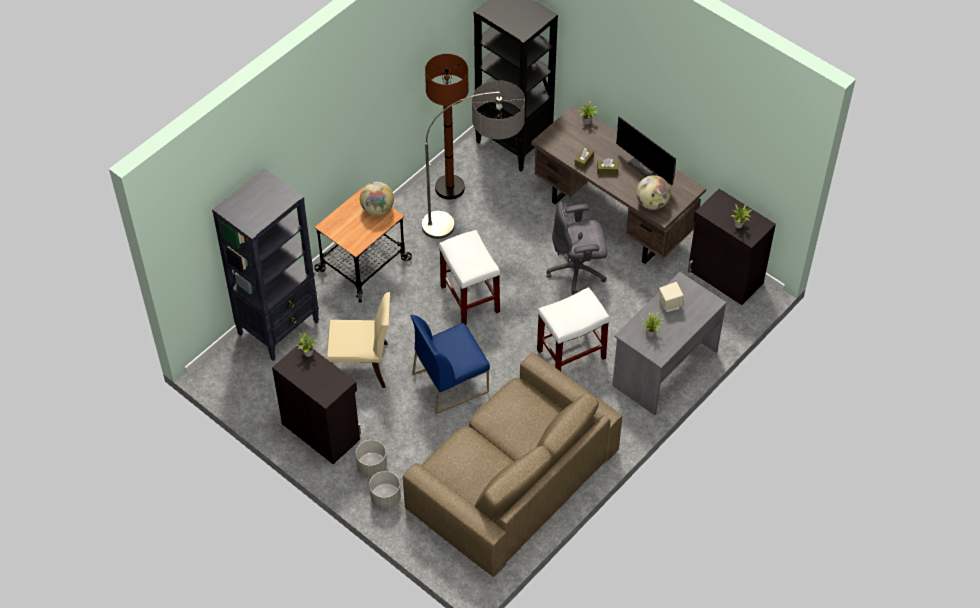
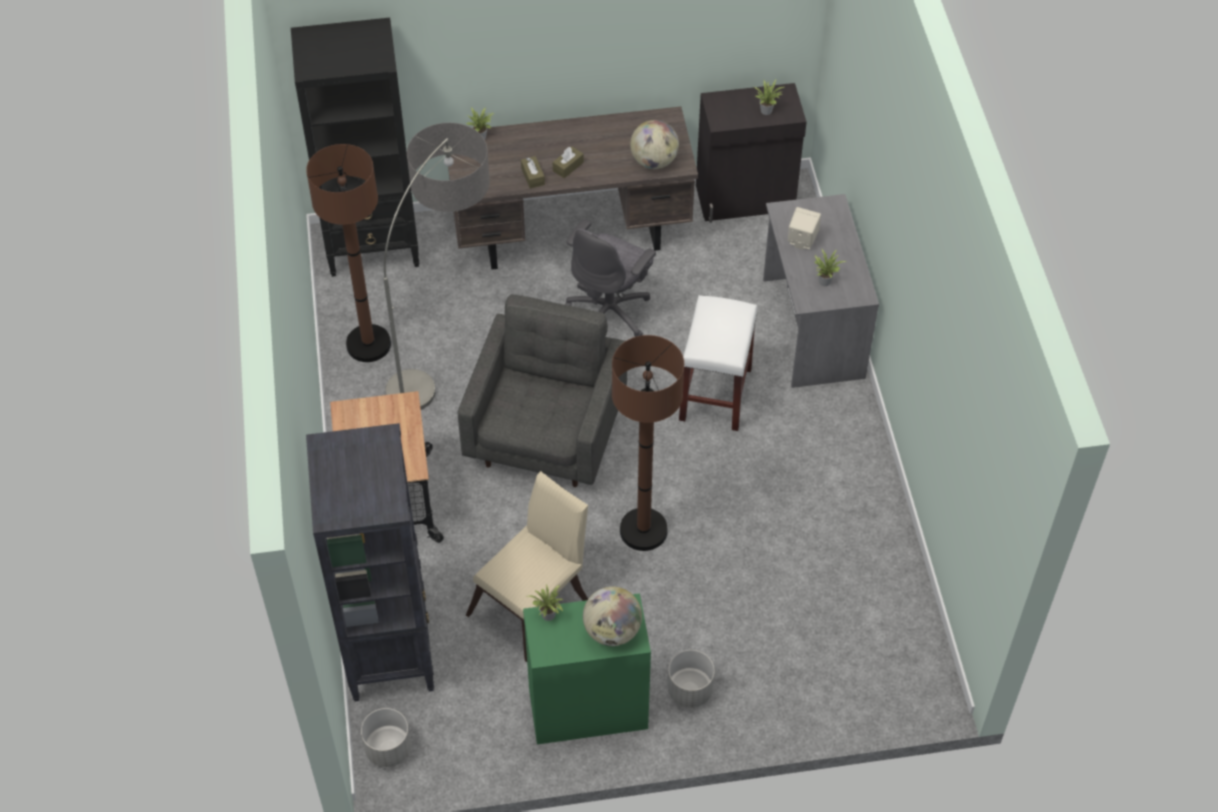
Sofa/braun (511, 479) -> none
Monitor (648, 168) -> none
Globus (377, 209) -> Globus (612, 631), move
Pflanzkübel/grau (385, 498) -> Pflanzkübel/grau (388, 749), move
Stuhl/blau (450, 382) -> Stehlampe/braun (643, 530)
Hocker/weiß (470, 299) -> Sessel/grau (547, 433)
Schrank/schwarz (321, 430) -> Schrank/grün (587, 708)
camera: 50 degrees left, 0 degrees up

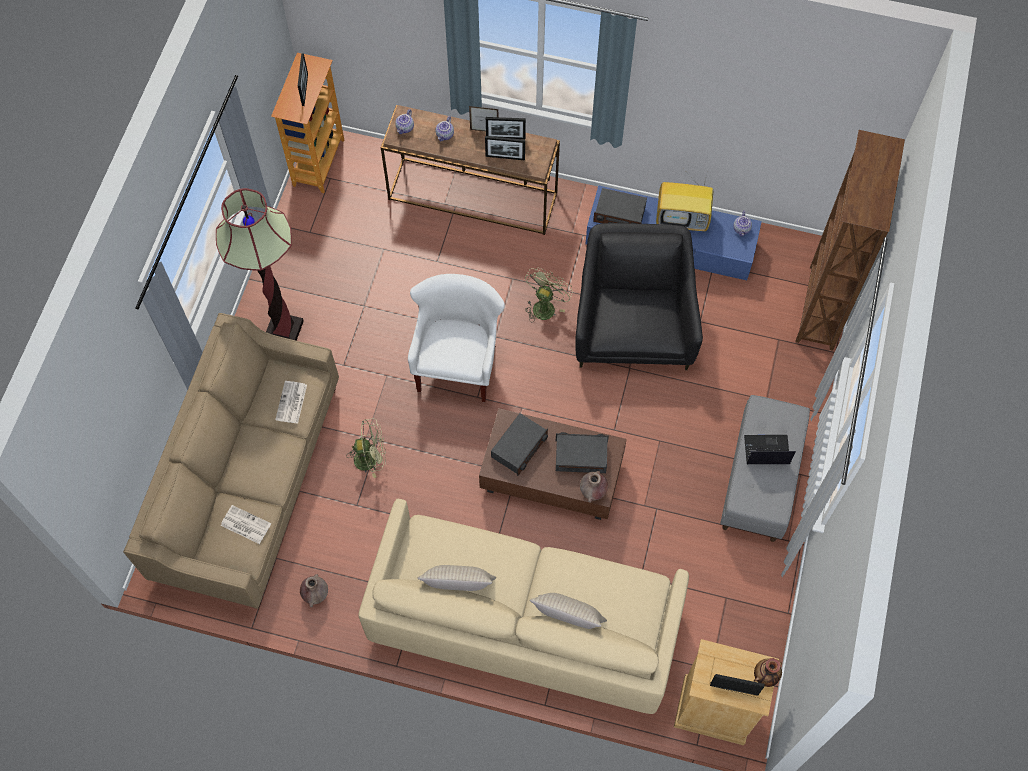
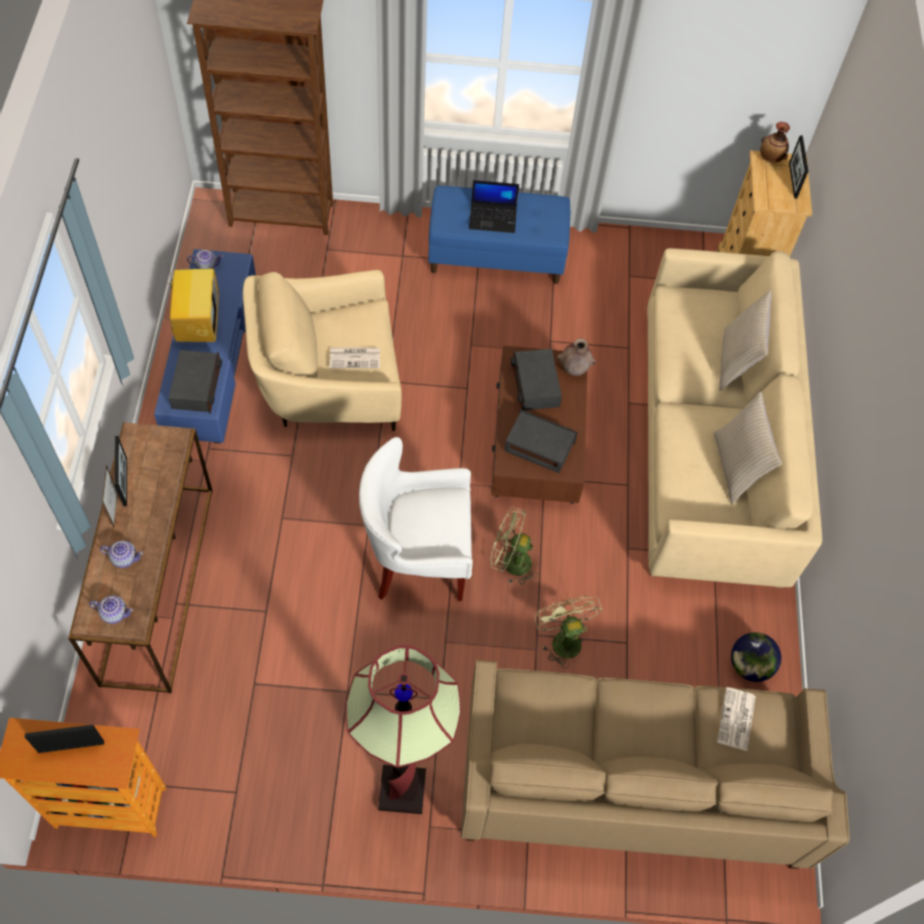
Bilderrahmen (505, 157) -> none
Zeitung (291, 403) -> Zeitung (355, 357), move
Ventilator/grün (545, 305) -> Ventilator/grün (510, 562), move
Vase/braun (316, 594) -> Globus (749, 665)
Sessel/schwarz (633, 324) -> Sessel/beige (328, 383)
Bank/grau (760, 481) -> Bank/blau (496, 256)
Laptop (766, 450) -> Laptop (493, 217), 75 degrees counterclockwise
camera: 105 degrees left, 5 degrees down

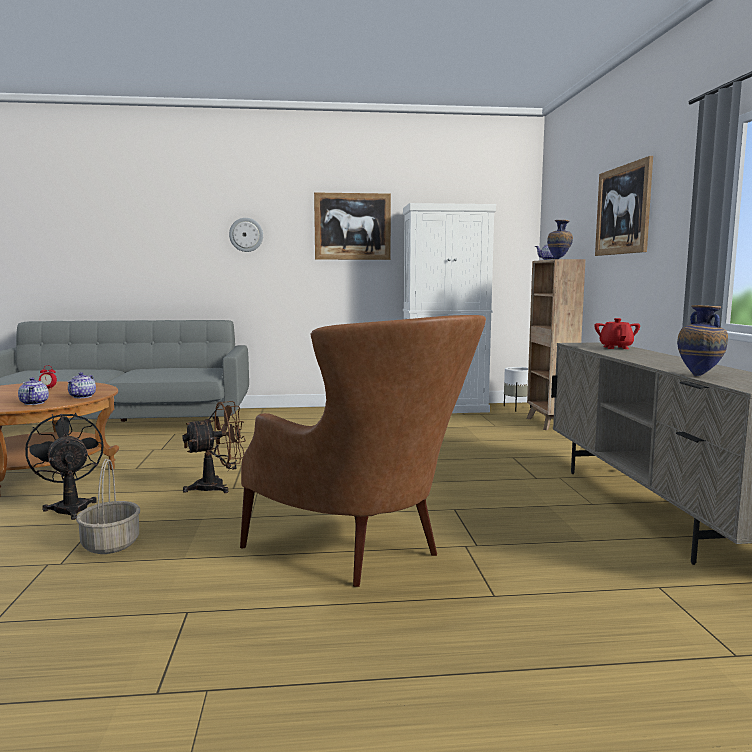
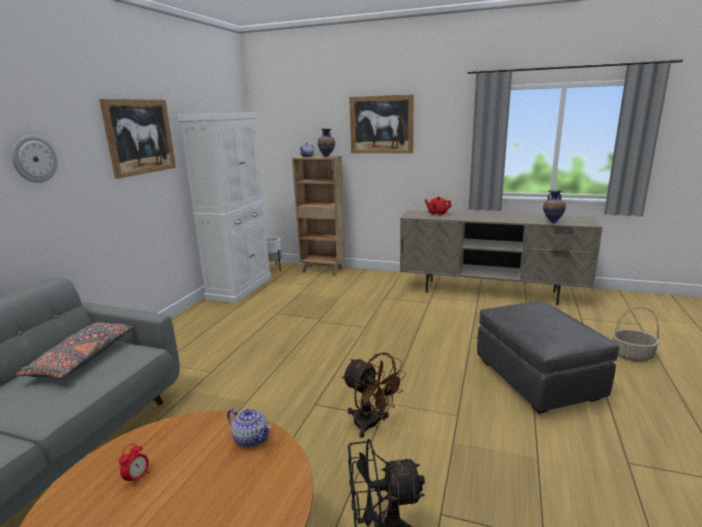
Teekanne (34, 403) -> none
none -> Kissen/grau (82, 359)
Korb (110, 544) -> Korb (631, 355), move
Sessel/braun (367, 553) -> Polsterhocker/grau (537, 379)
Ventilator/braun (218, 487) -> Ventilator/braun (372, 425), 135 degrees clockwise
camera: 65 degrees left, 10 degrees up

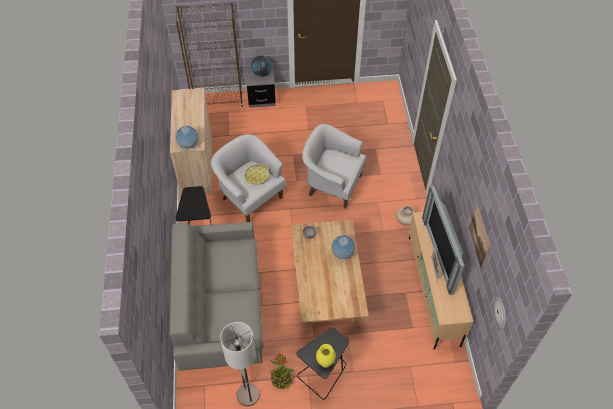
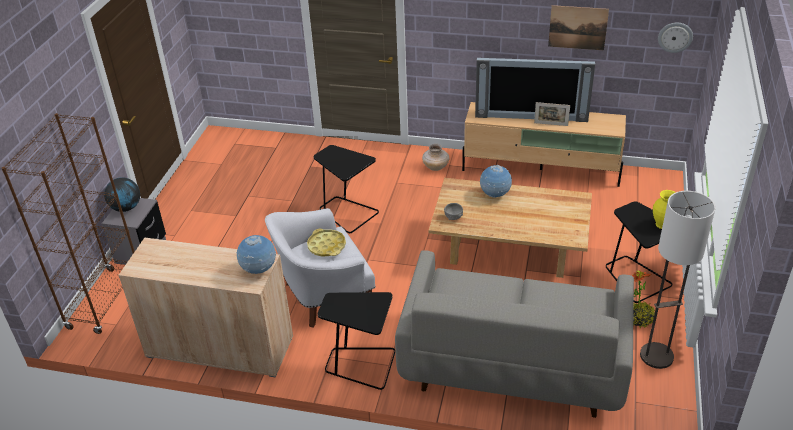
Sessel/weiß (332, 184) -> Beistelltisch/schwarz (347, 213)
camera: 70 degrees left, 15 degrees down

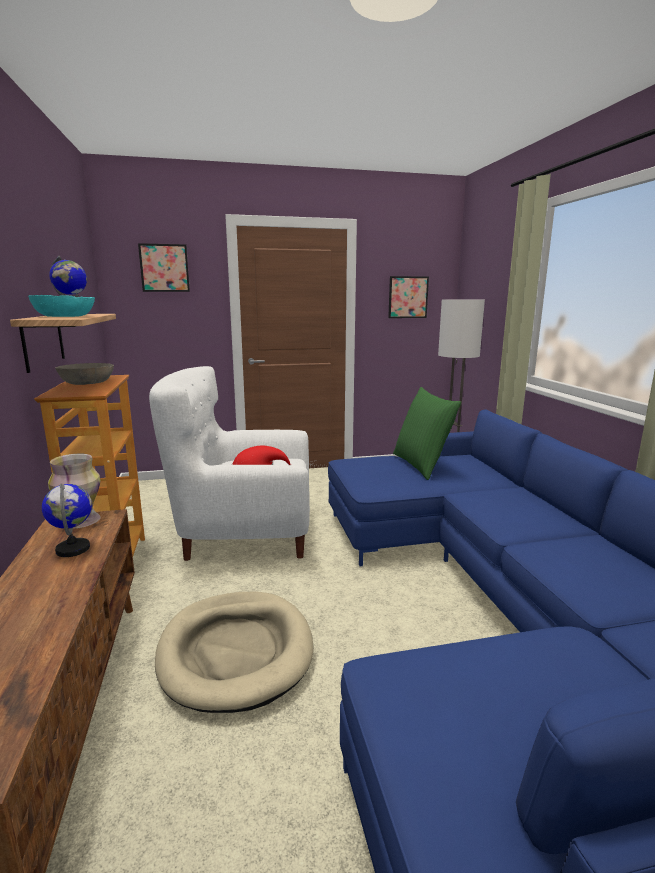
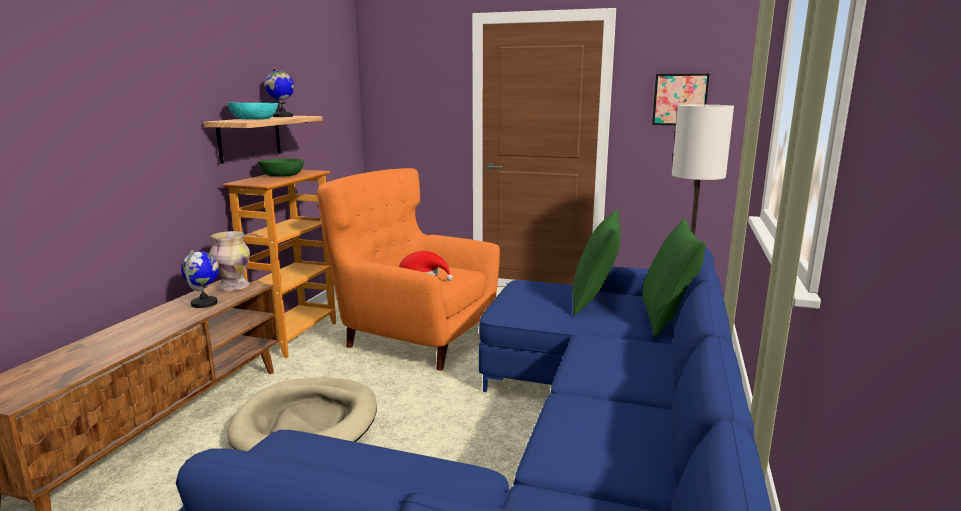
Bild (164, 268) -> none
none -> Kissen/grün (666, 318)
Schüssel/grau (87, 383) -> Schüssel/grün (282, 175)
Sessel/weiß (243, 534) -> Sessel/orange (414, 338)
camera: 30 degrees right, 0 degrees up

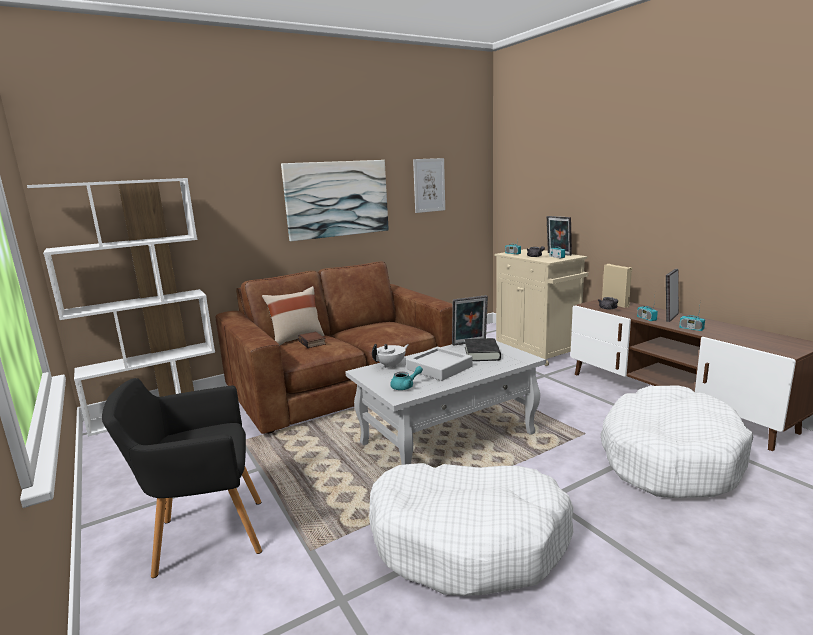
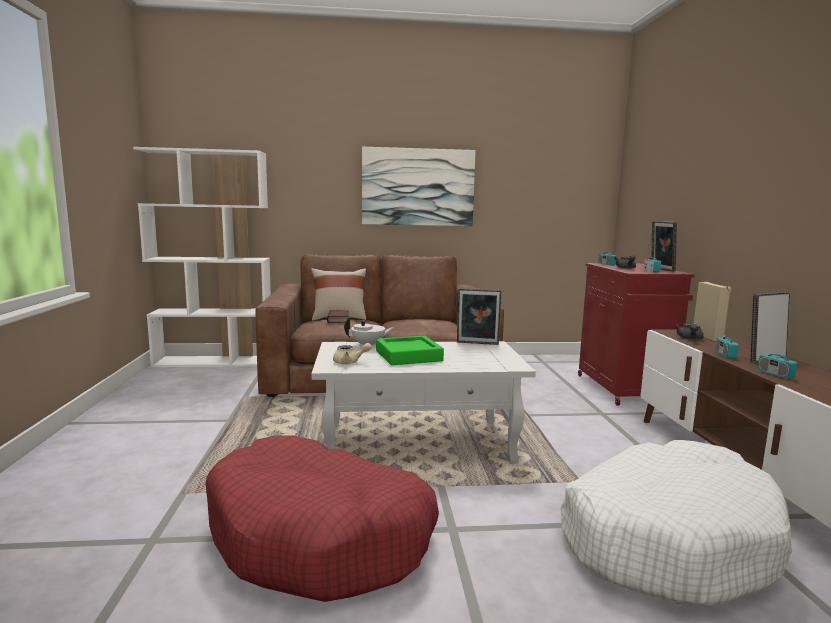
Sessel/schwarz (203, 536) -> none
Bild (429, 185) -> none
Buch/schwarz (482, 354) -> none
Hundebett/weiß (469, 540) -> Hundebett/rot (320, 536)
Teekanne/türkis (406, 386) -> Teekanne/beige (350, 362)
Tablett/grau (439, 368) -> Tablett/grün (408, 356)
Schrank/beige (538, 351) -> Schrank/rot (624, 390)
camera: 25 degrees right, 5 degrees down

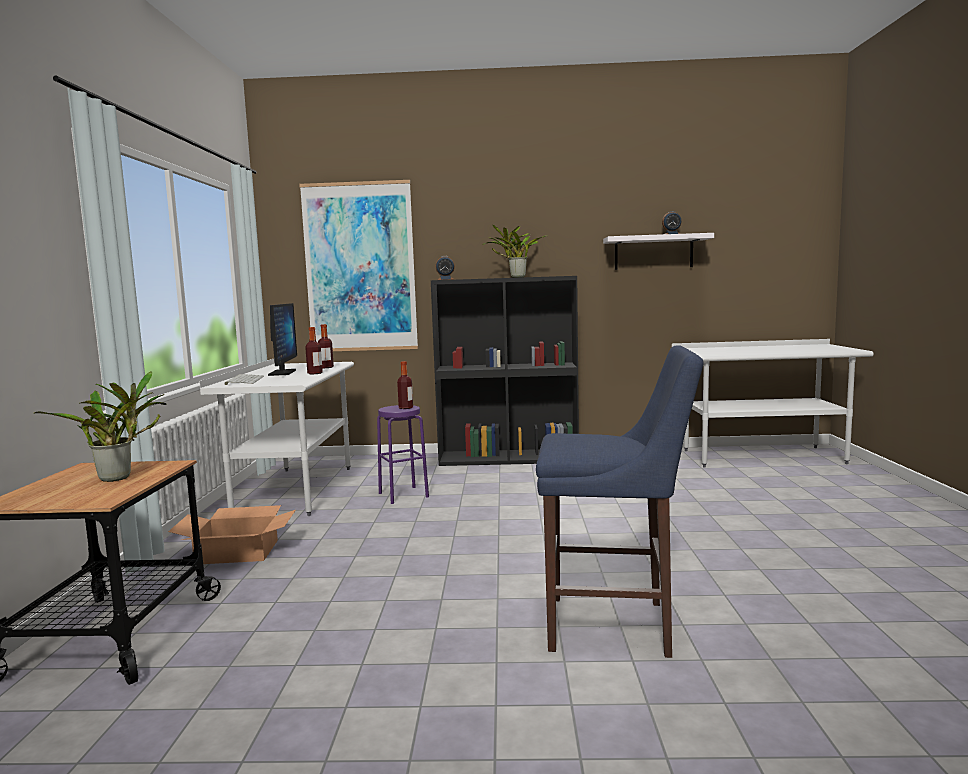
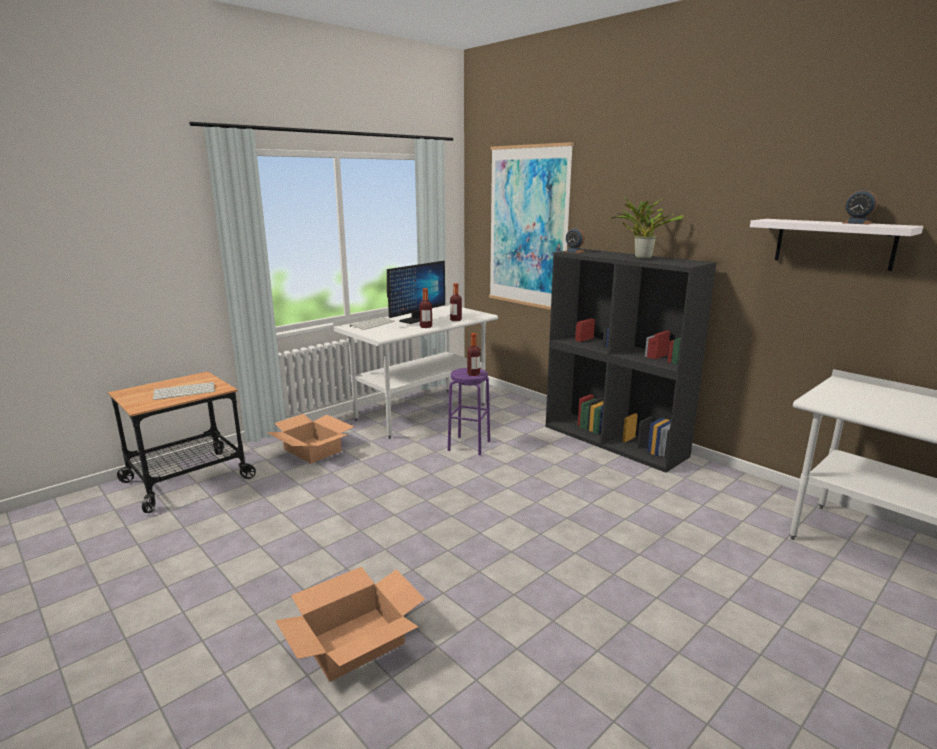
Topfpflanze (120, 477) -> Tastatur (185, 391)
Hocker/blau (615, 626) -> Karton (354, 642)
camera: 45 degrees right, 10 degrees up

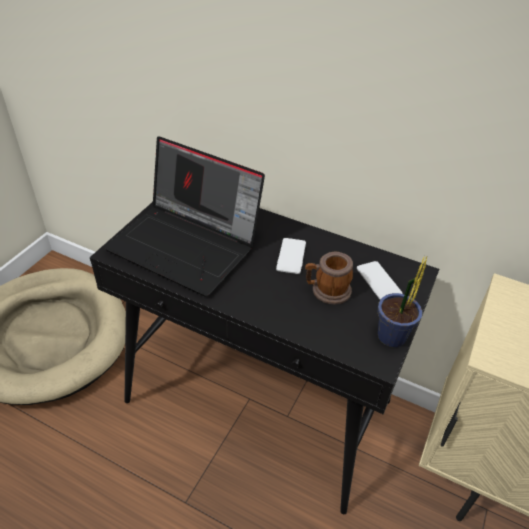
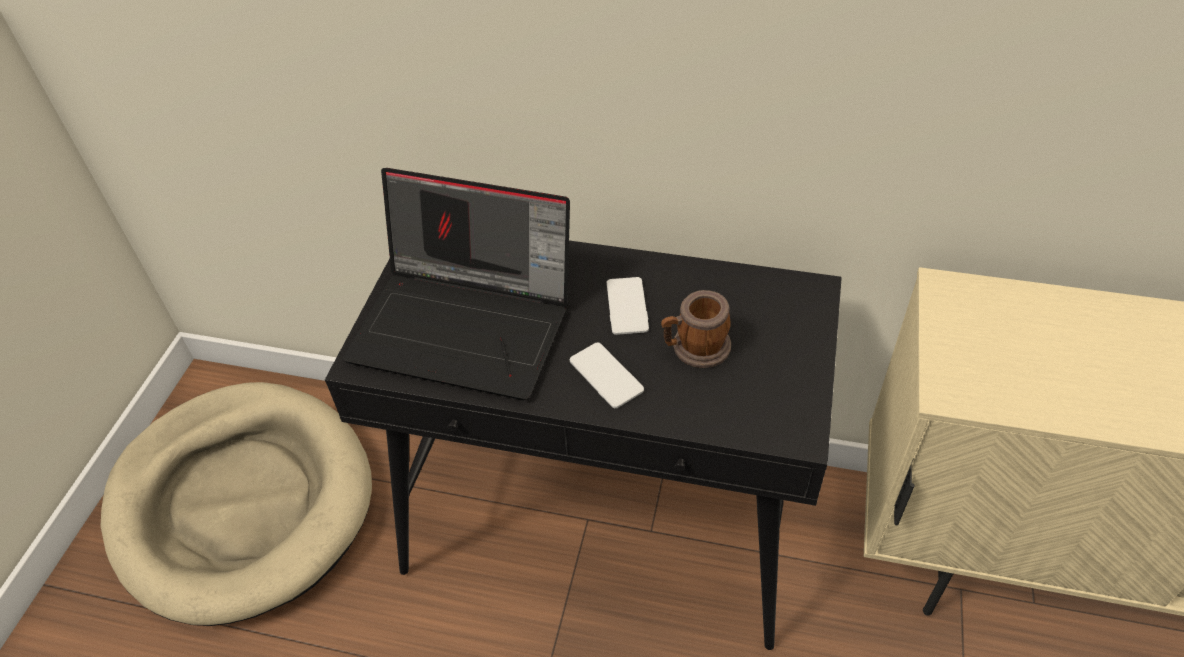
Topfpflanze (390, 339) -> none
Handy (378, 281) -> Handy (606, 376), move
camera: 10 degrees left, 5 degrees up

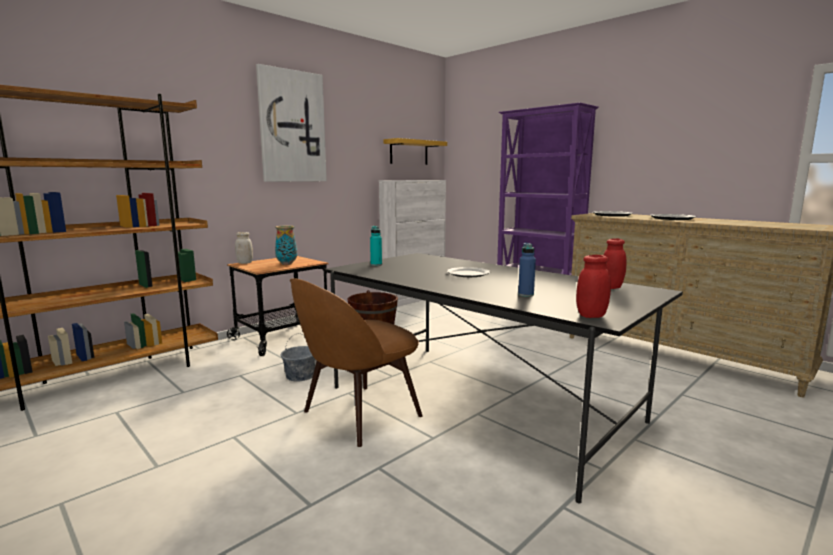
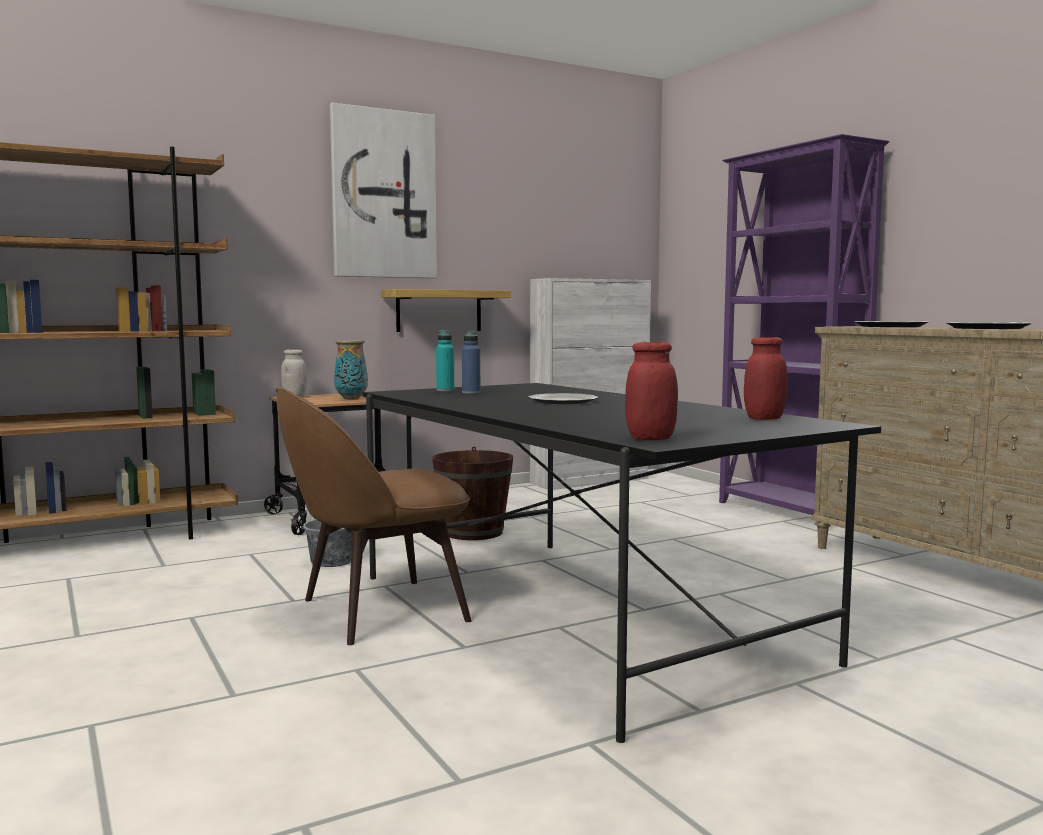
Wandregal (409, 152) -> Wandregal (439, 311), move
Flasche/blau (526, 294) -> Flasche/blau (471, 393), move
camera: 15 degrees right, 5 degrees down

